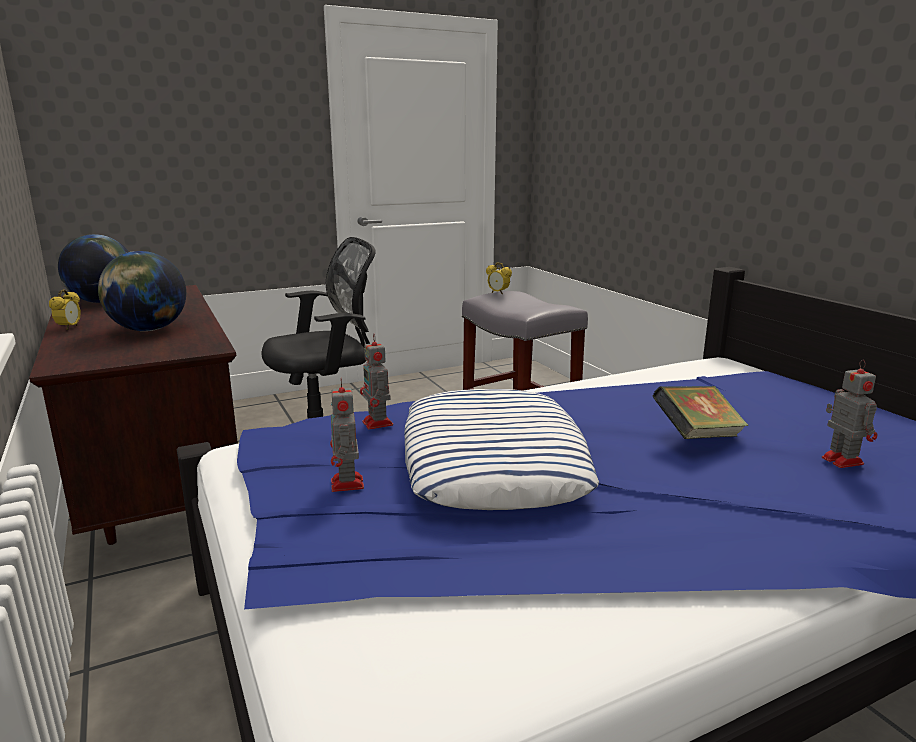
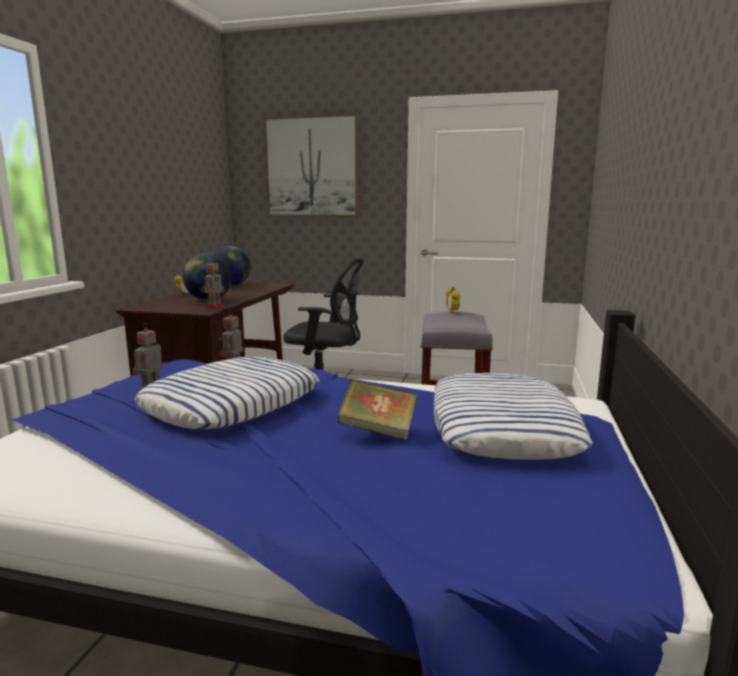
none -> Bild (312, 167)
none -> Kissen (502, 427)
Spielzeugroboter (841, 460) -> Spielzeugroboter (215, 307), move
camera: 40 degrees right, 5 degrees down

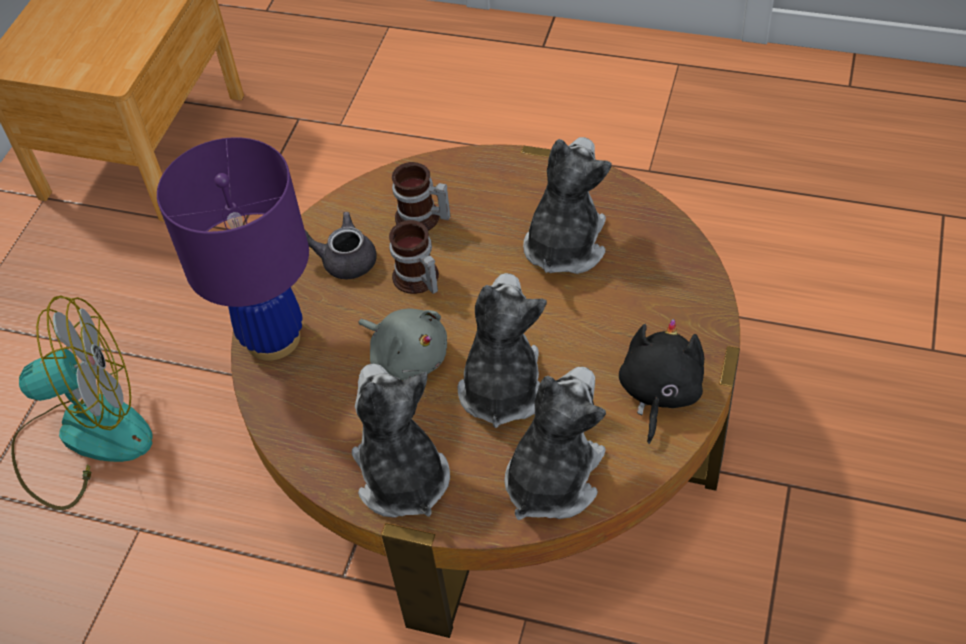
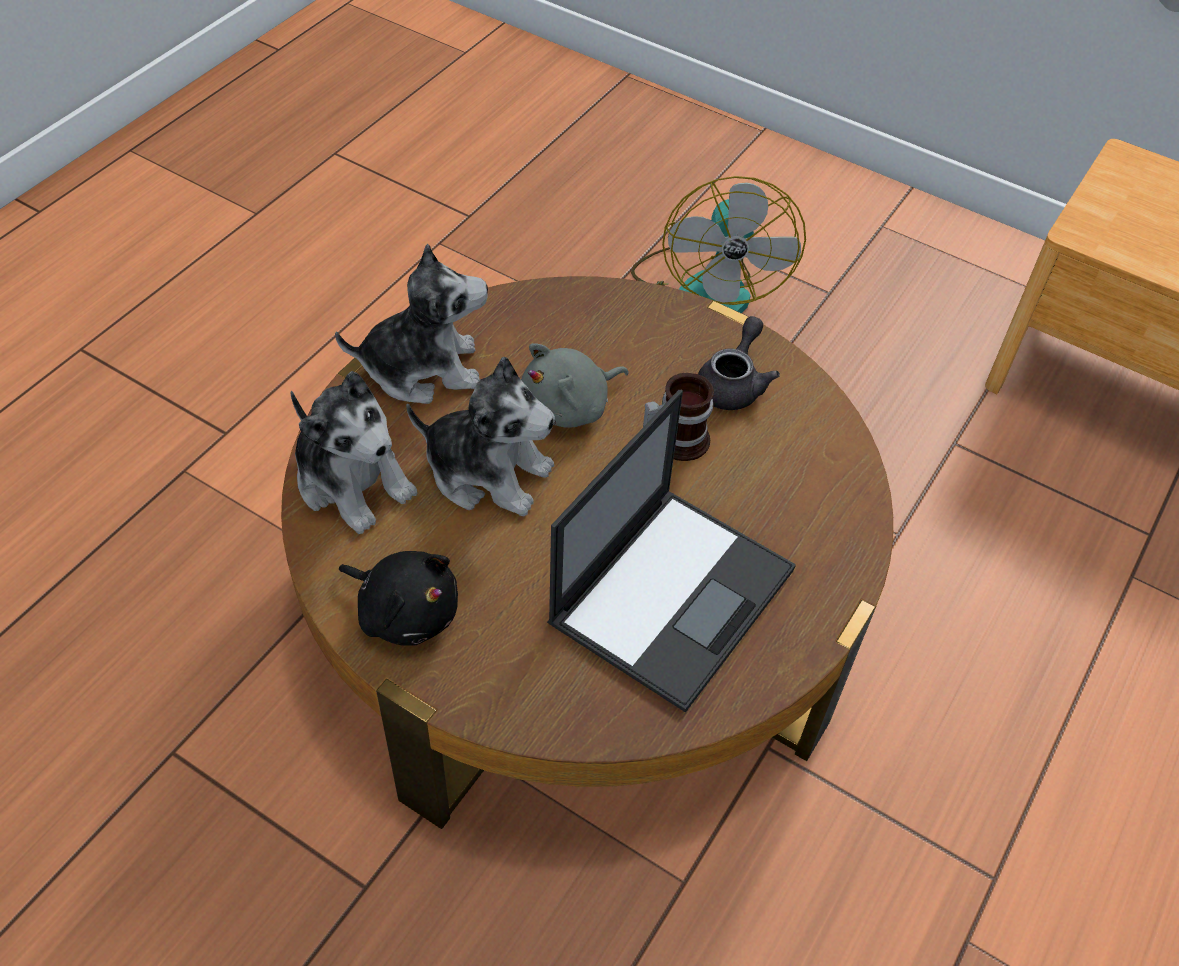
Tischlampe/lila (273, 338) -> none
Henkelbecher (421, 219) -> none
Plüschtier (564, 245) -> Laptop (673, 593)
camera: 100 degrees right, 0 degrees up

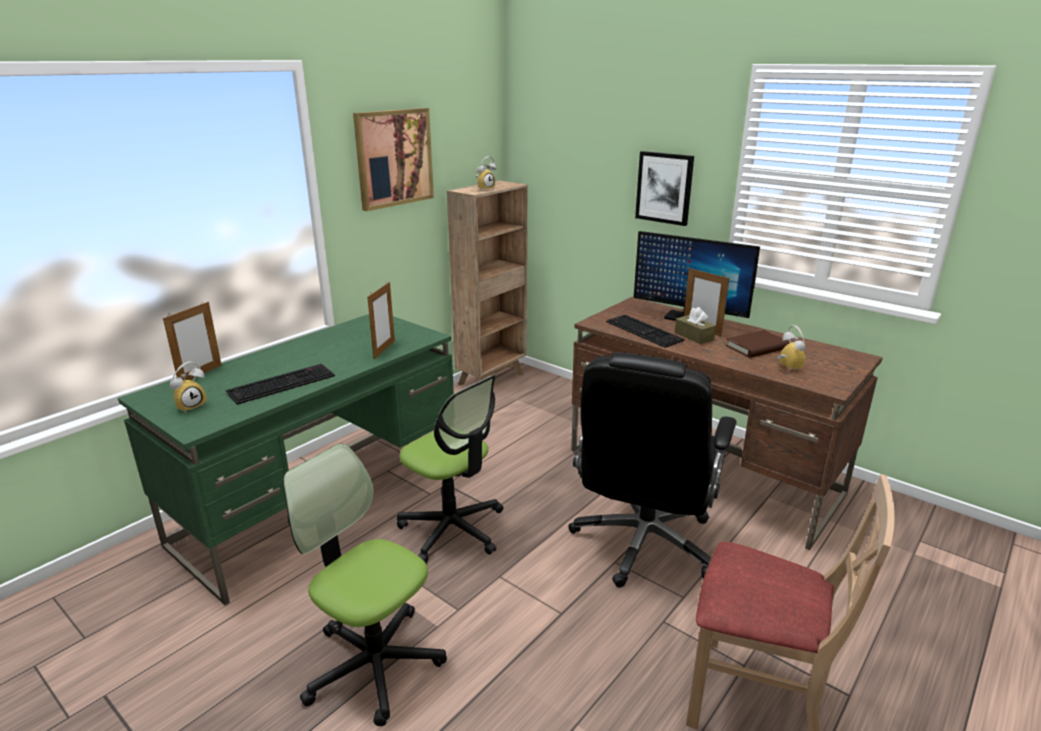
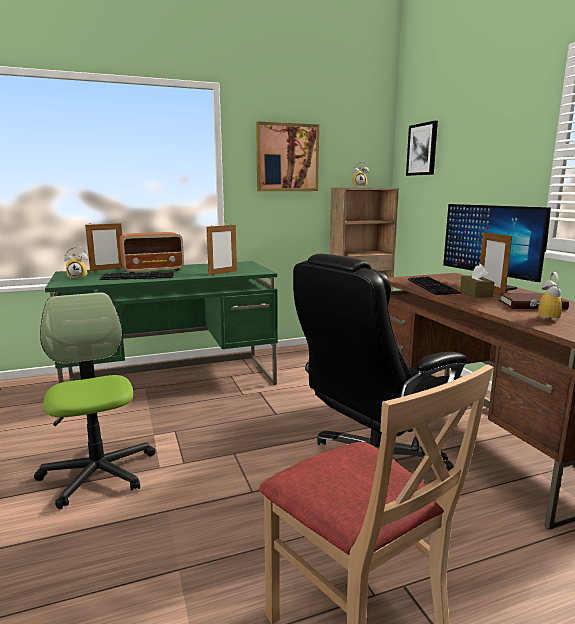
Bürostuhl (452, 529) -> none
none -> Radio (154, 270)
Bild (664, 188) -> Bild (422, 149), move
camera: 30 degrees right, 10 degrees down

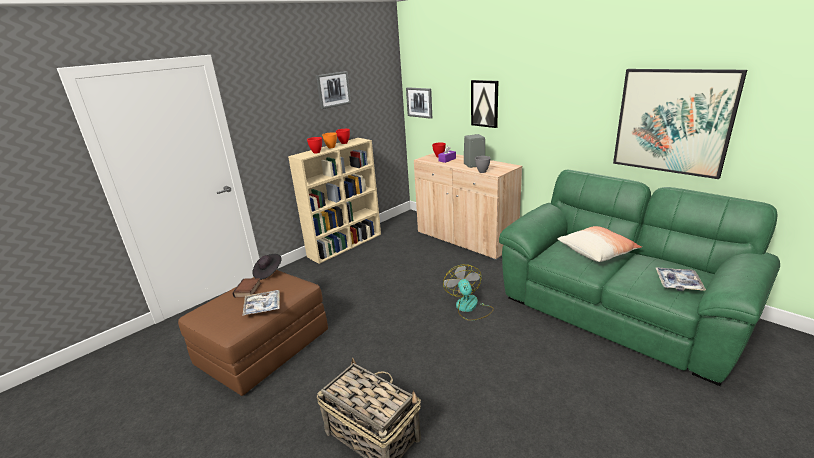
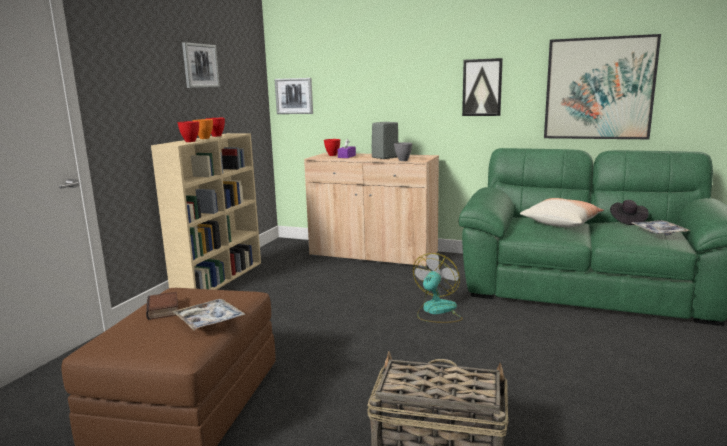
Hut/schwarz (268, 272) -> Hut/schwarz (627, 220), move
Bild (485, 103) -> Bild (482, 87), move
Ventilator (469, 308) -> Ventilator (436, 311), 60 degrees clockwise
camera: 25 degrees left, 10 degrees down

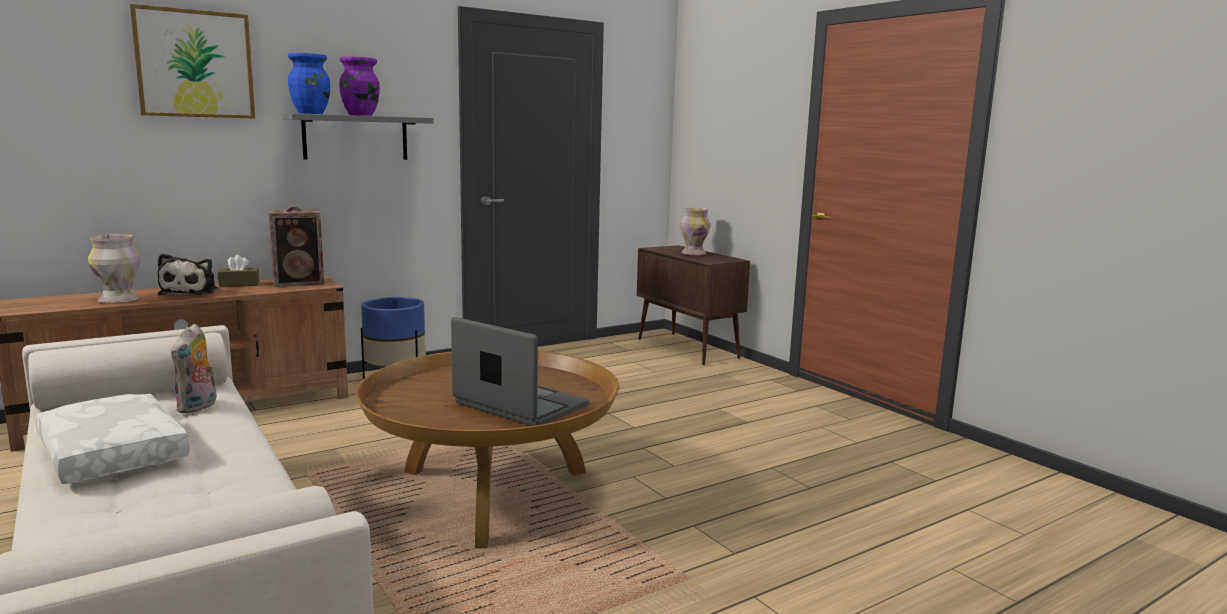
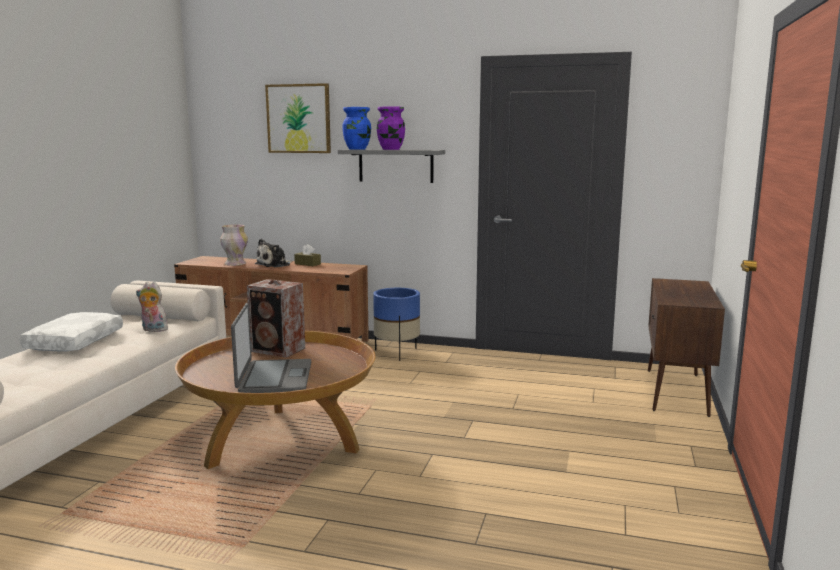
Vase (693, 253) -> none
Lautsprecher (300, 282) -> Lautsprecher (279, 350), move
Plüschtier (198, 407) -> Plüschtier (153, 330), 45 degrees clockwise
camera: 50 degrees right, 0 degrees up

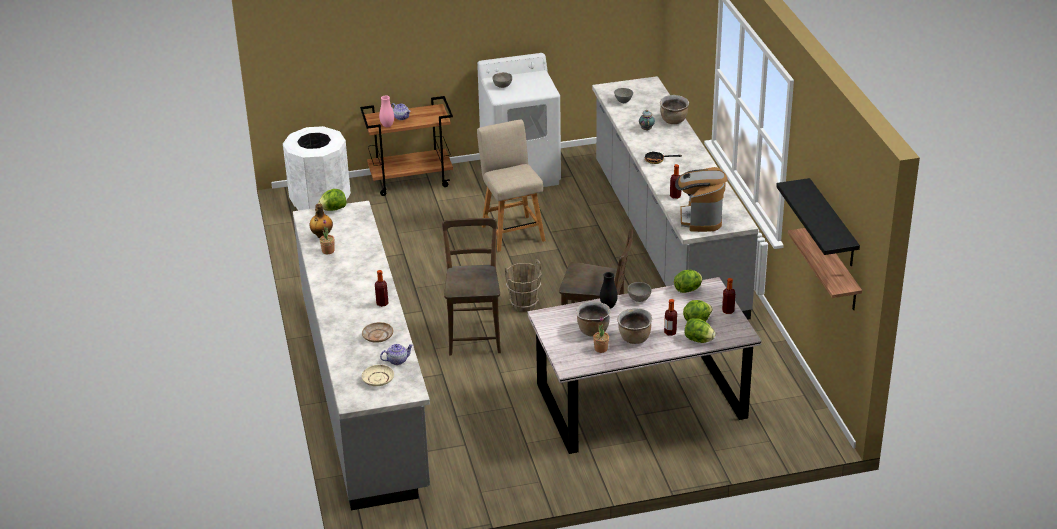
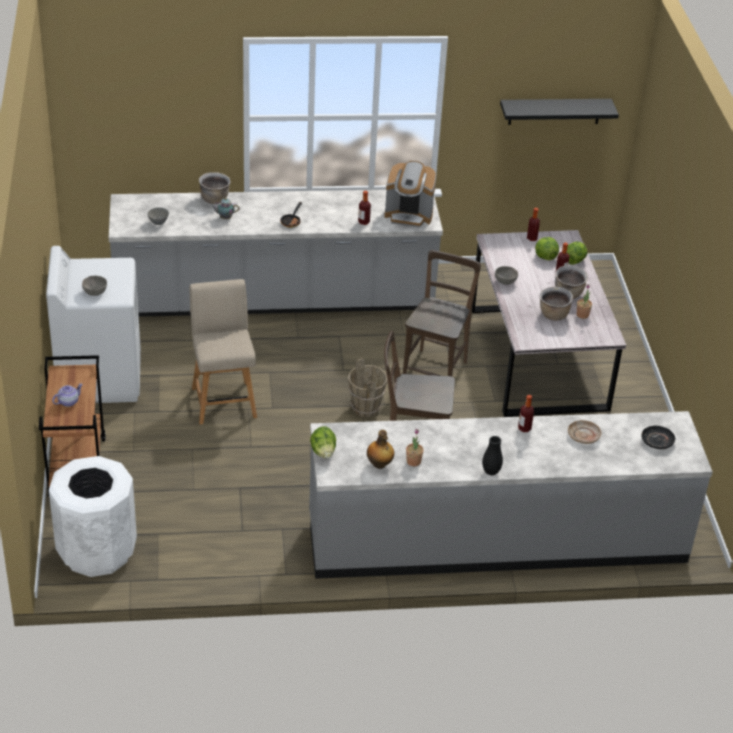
Vase/rosa (387, 126) -> none
Teekanne (397, 360) -> none
Salatkopf (688, 290) -> none
Wandregal (837, 270) -> none
Vase/schwarz (608, 306) -> Vase/schwarz (491, 472), move
Teller/beige (378, 379) -> Teller/schwarz (657, 441)
Stuhl/beige (512, 231) -> Stuhl/beige (223, 400), 90 degrees clockwise
camera: 85 degrees left, 5 degrees up

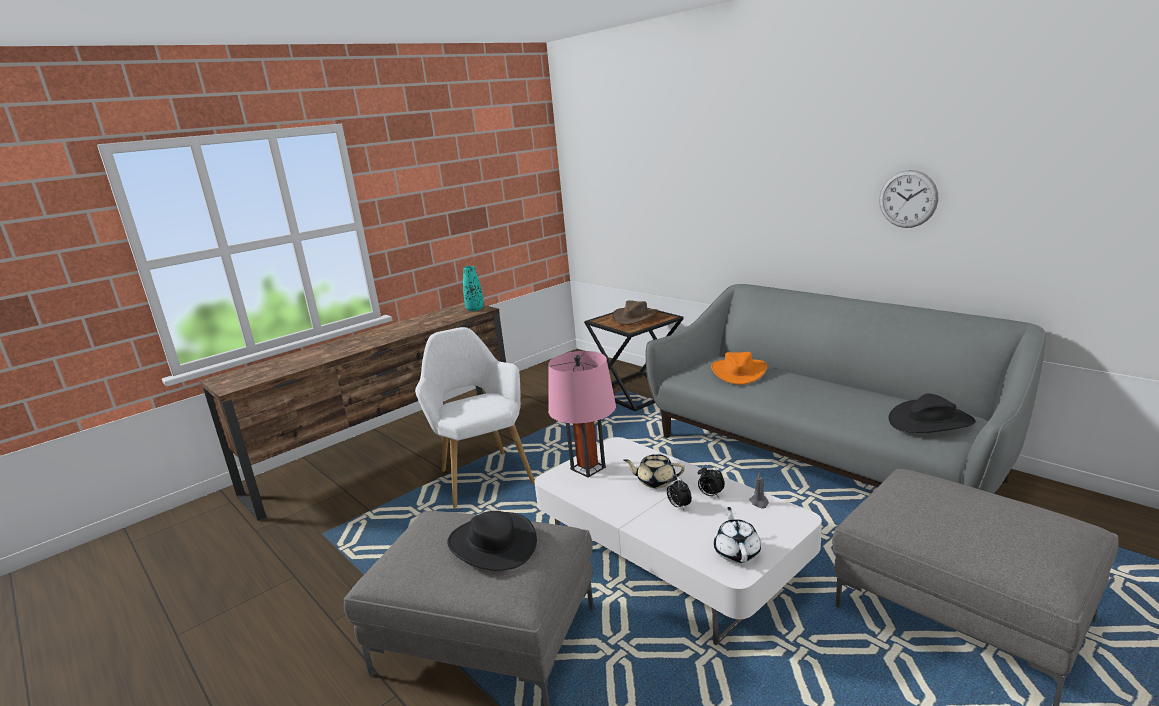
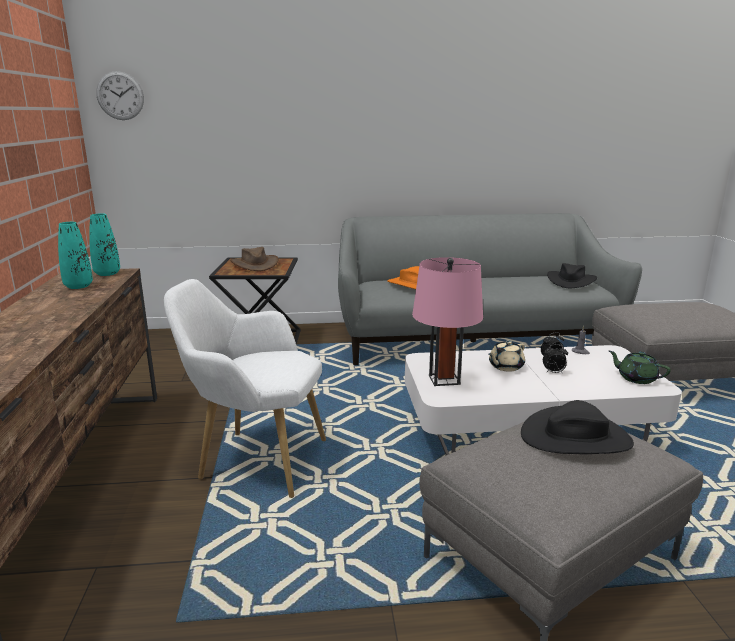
none -> Vase/türkis (78, 286)
Wanduhr (908, 199) -> Wanduhr (120, 96), move
Teekanne/weiß (737, 552) -> Teekanne/grün (636, 378)
camera: 55 degrees left, 0 degrees up

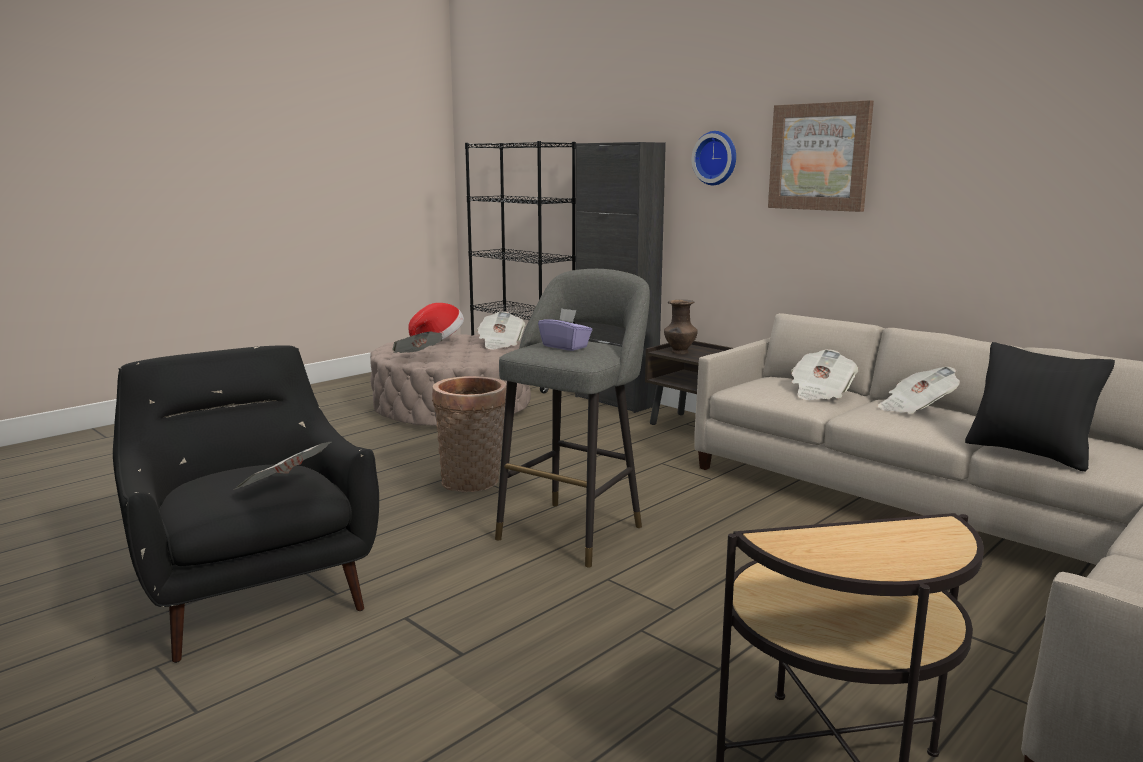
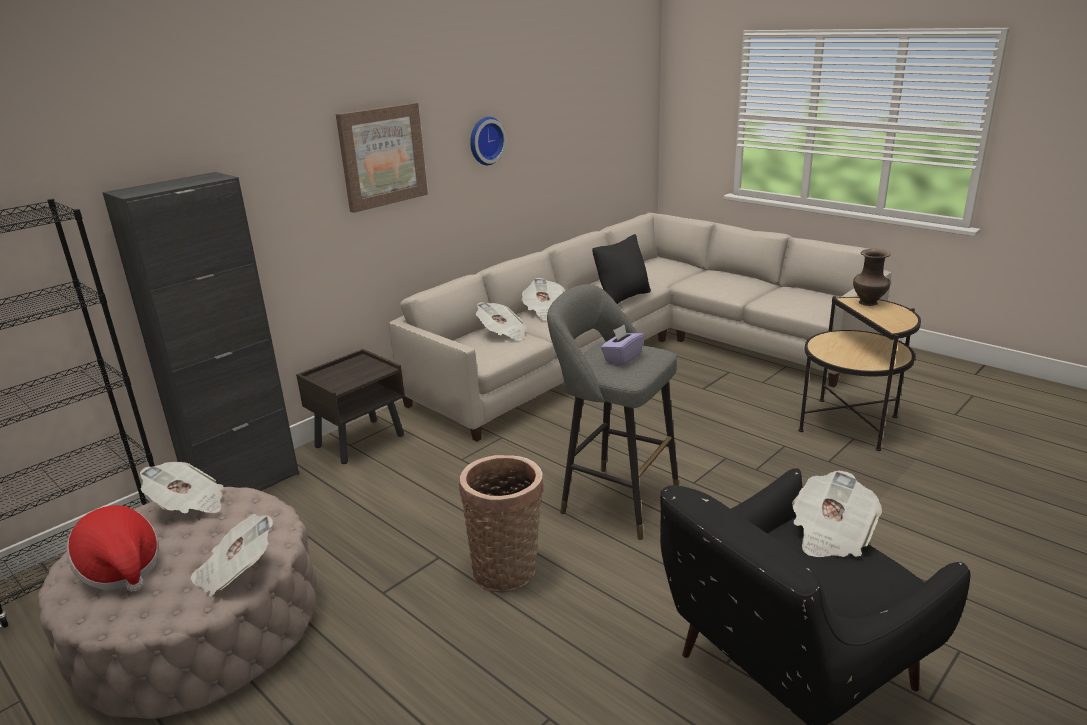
Vase/braun (679, 352) -> Vase/braun (869, 303), move
Wanduhr (716, 158) -> Wanduhr (485, 140), move
camera: 90 degrees left, 10 degrees up

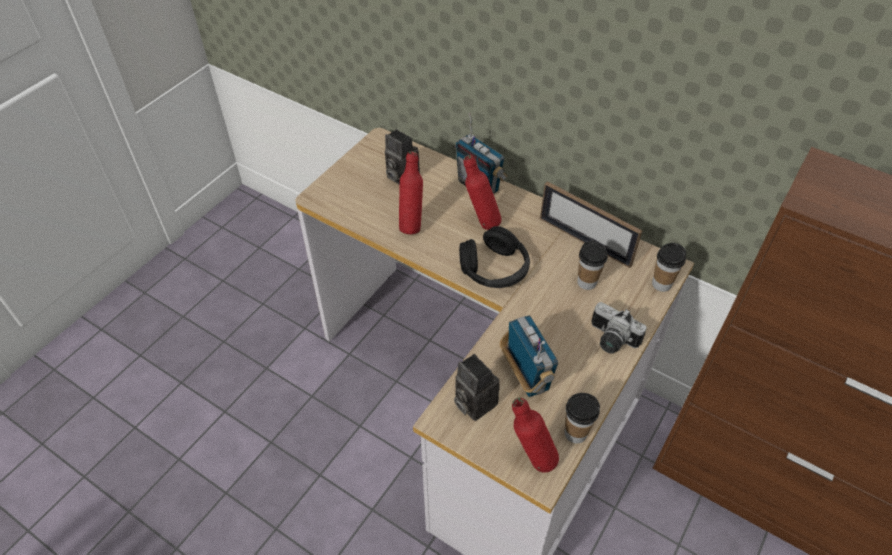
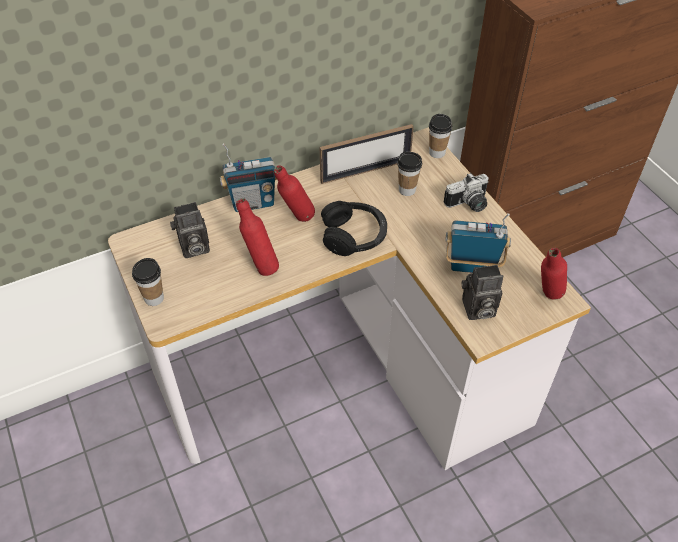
Tasse (575, 433) -> Tasse (154, 298), move
camera: 60 degrees left, 0 degrees up

